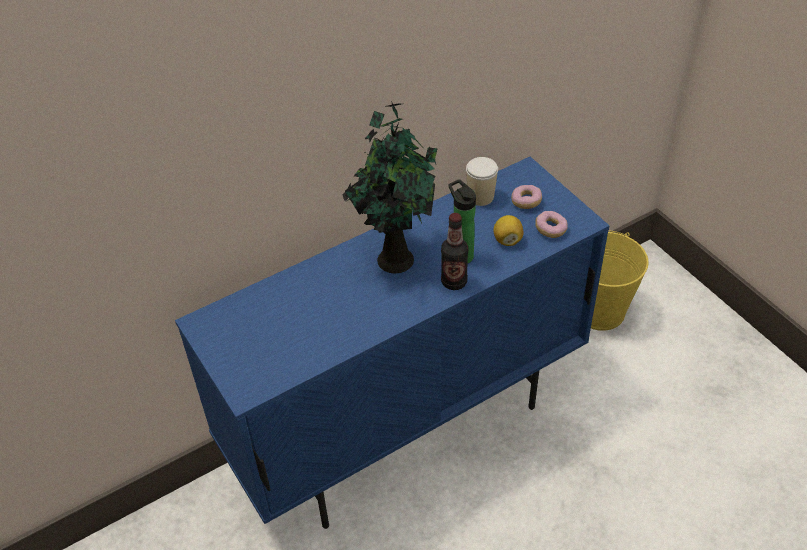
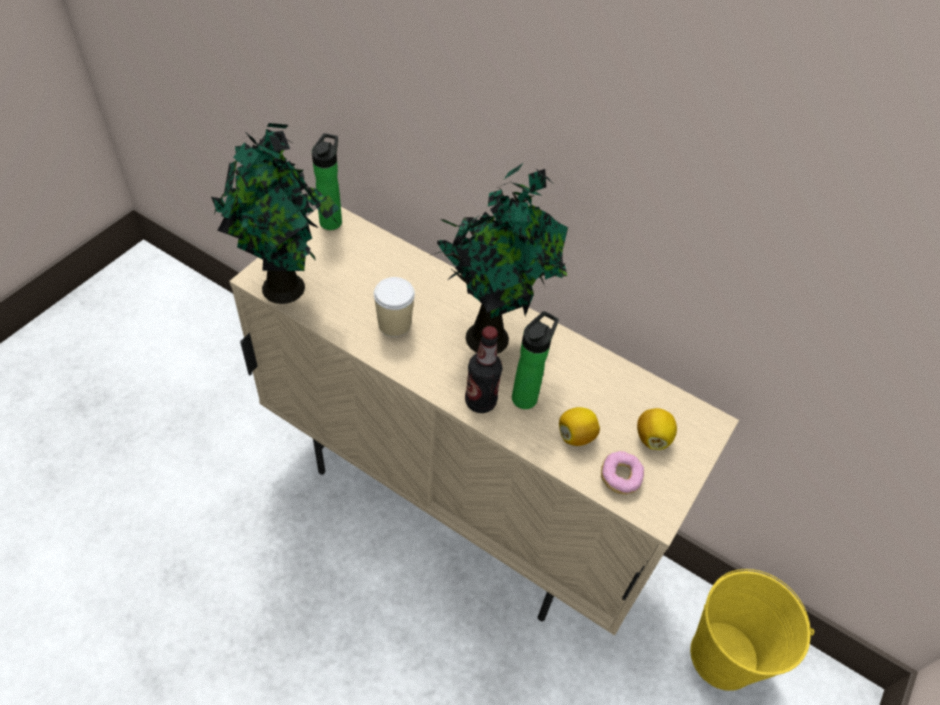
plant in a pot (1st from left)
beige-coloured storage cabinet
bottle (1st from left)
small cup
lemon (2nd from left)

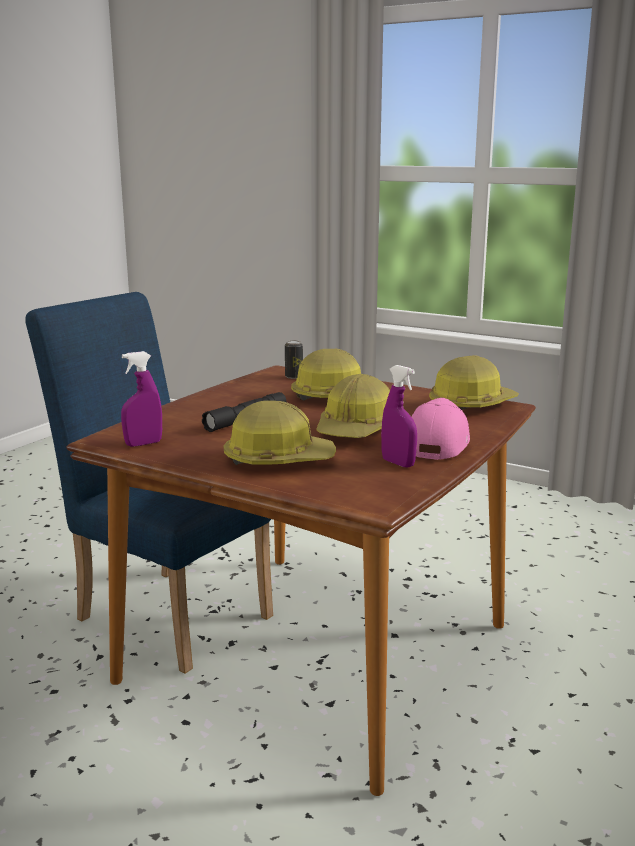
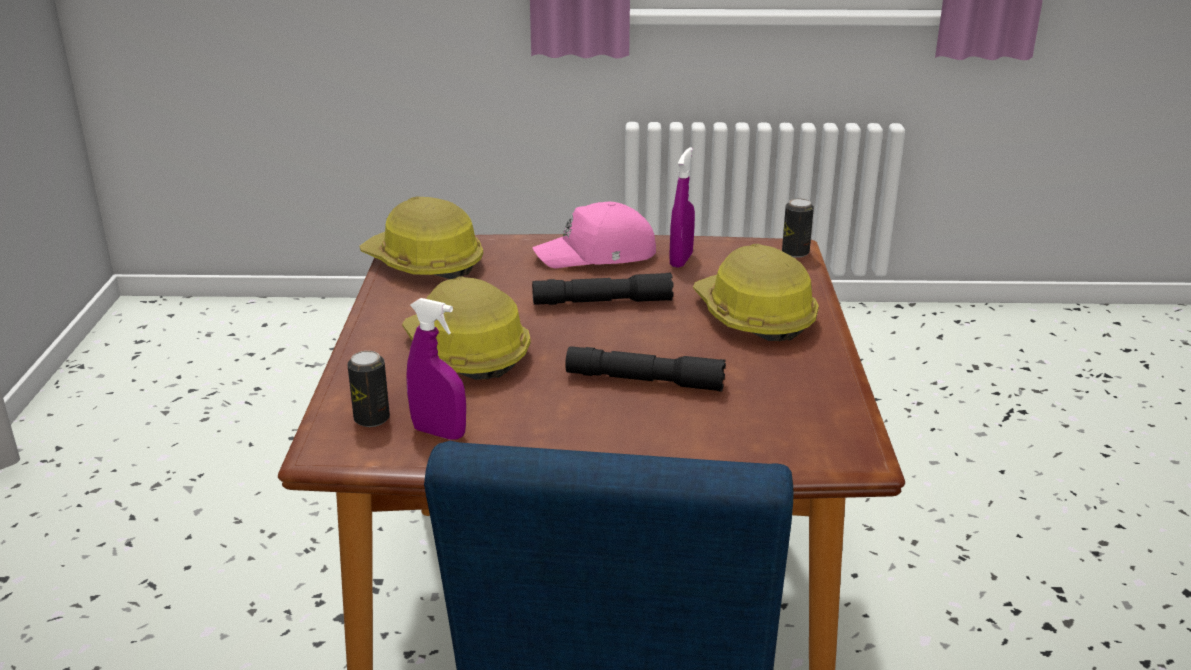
purple-coloured sprayer (1st from left)
black-coloured flashlight (1st from left)
metal can (2nd from left)

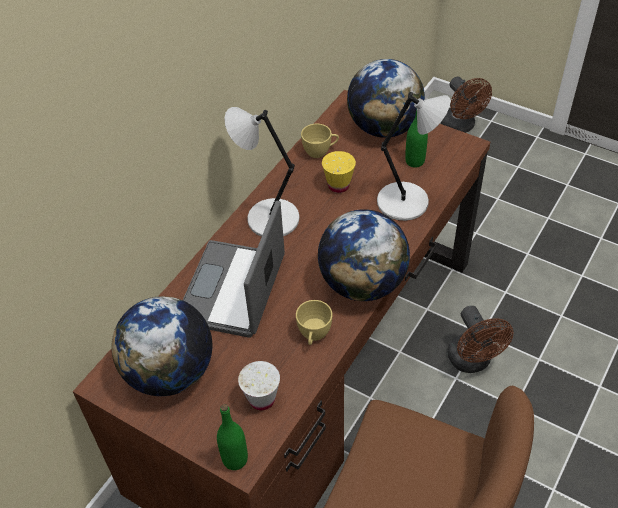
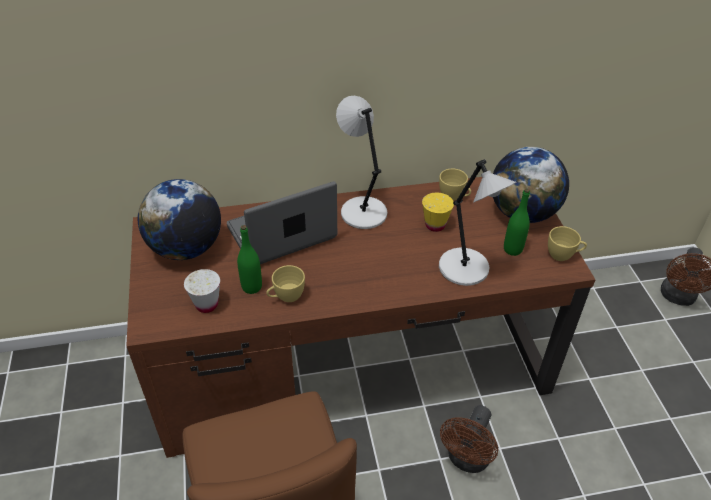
green bottle (1st from left)
yellowish small cup (4th from left)
globe (2nd from left in the first image)

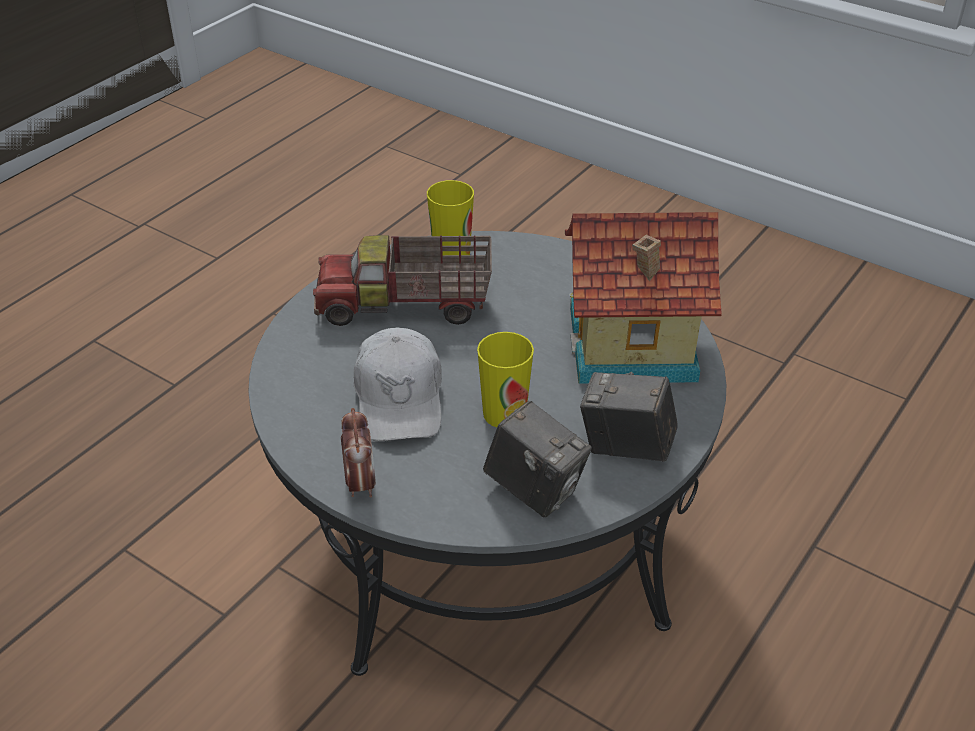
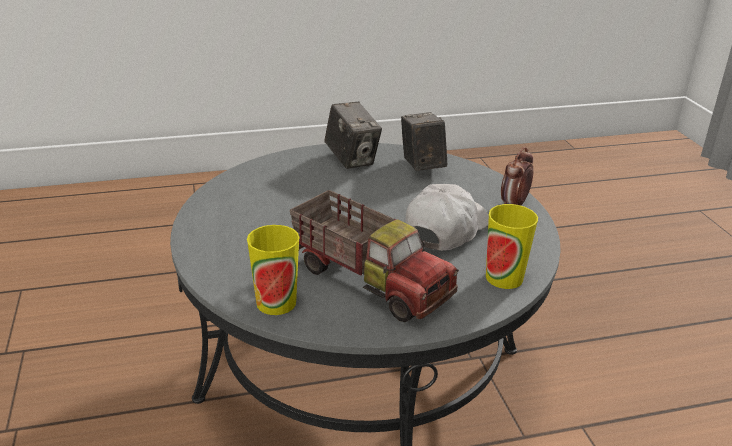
small cup (2nd from left)
toy house

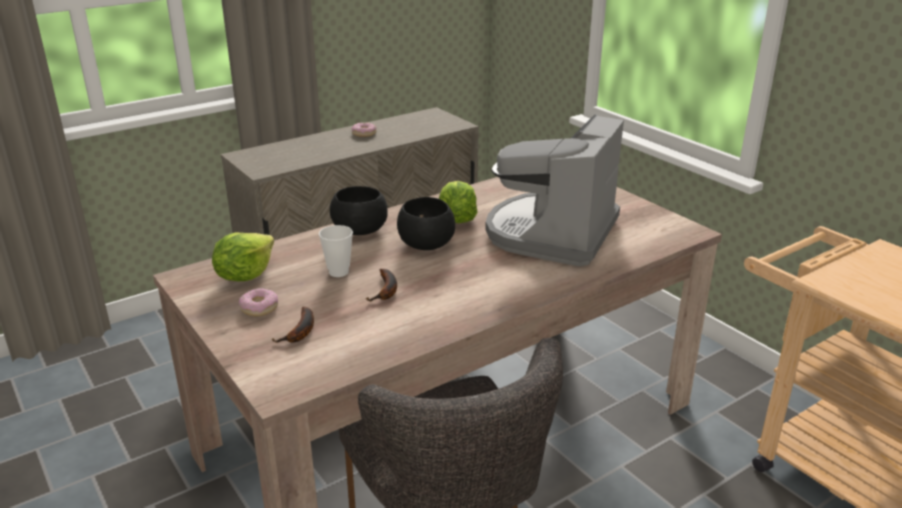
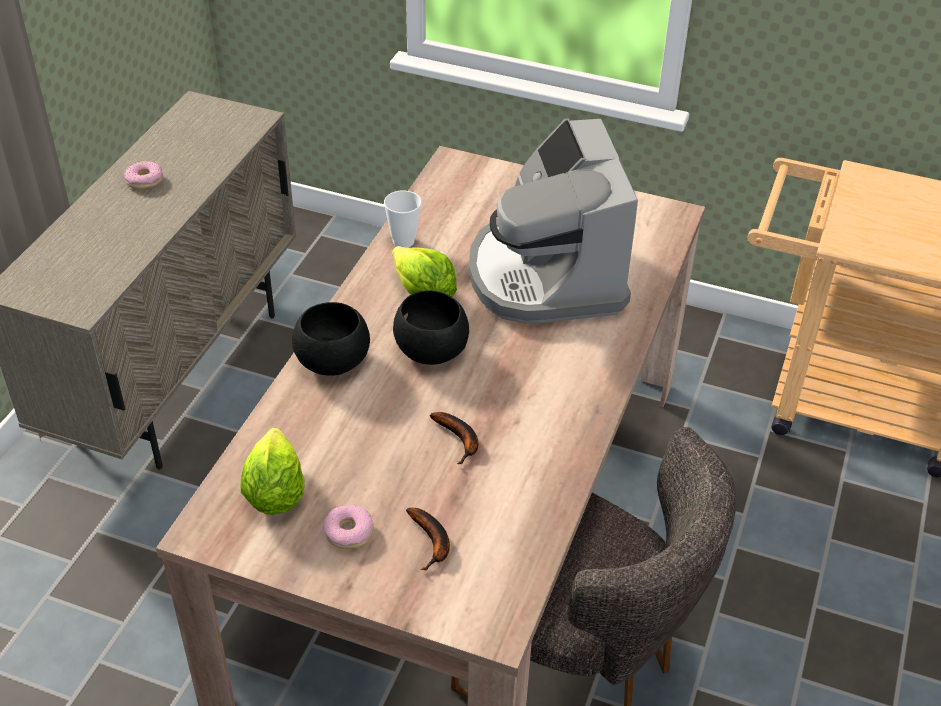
small cup

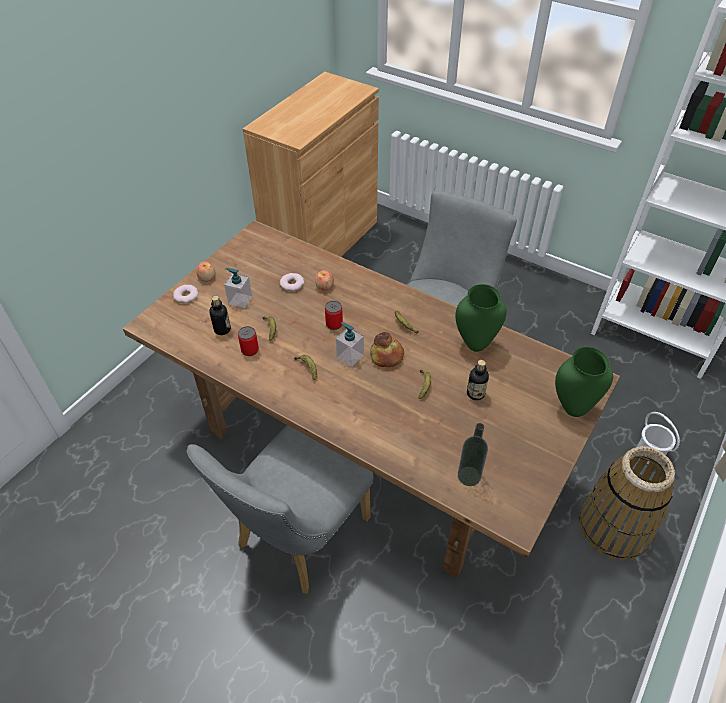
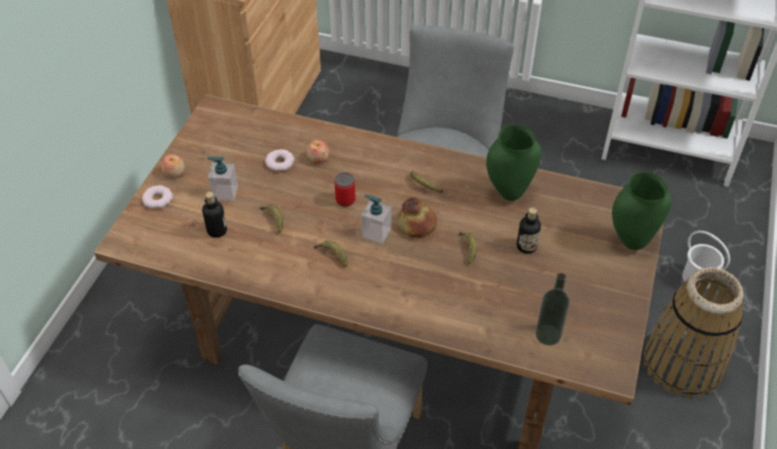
metal can (1st from left in the first image)

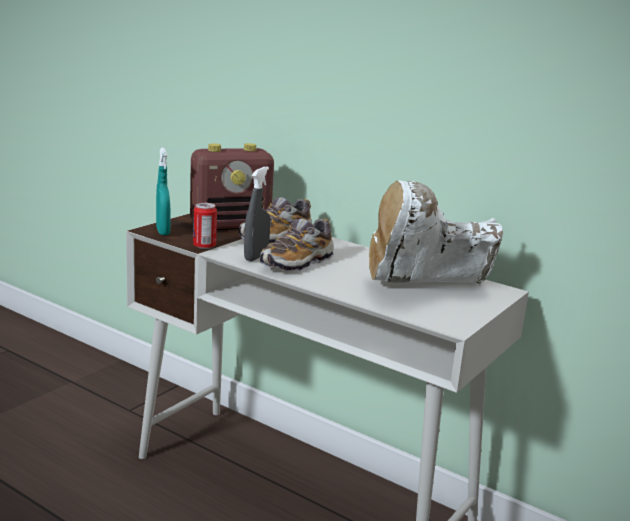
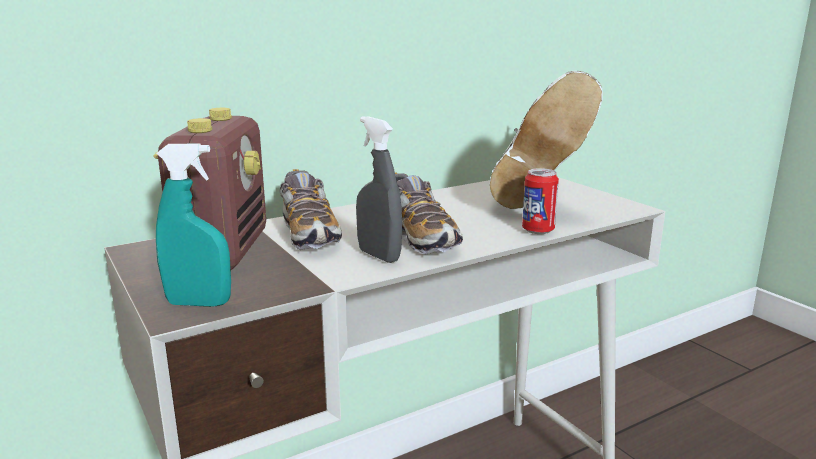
metal can

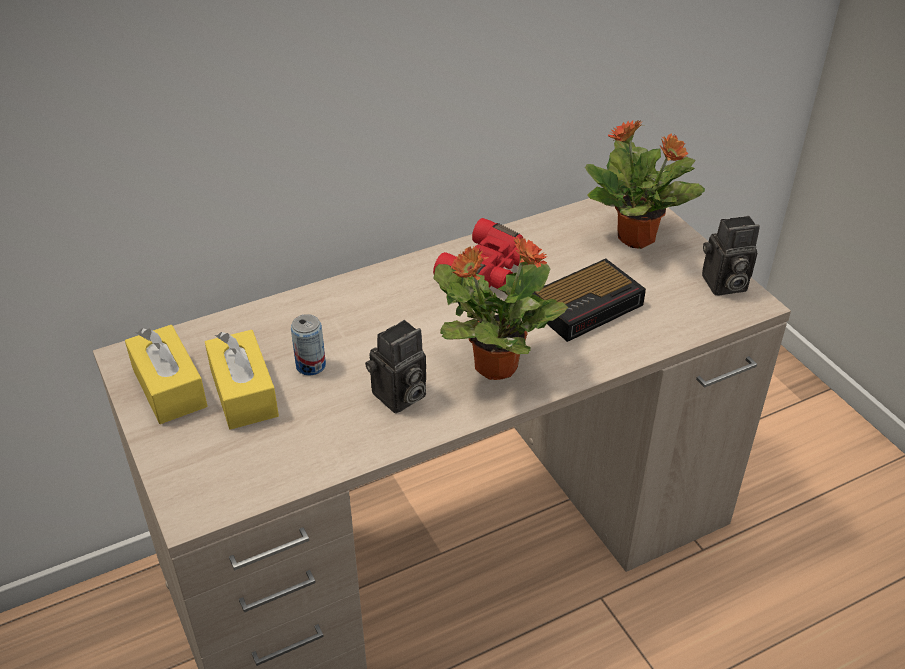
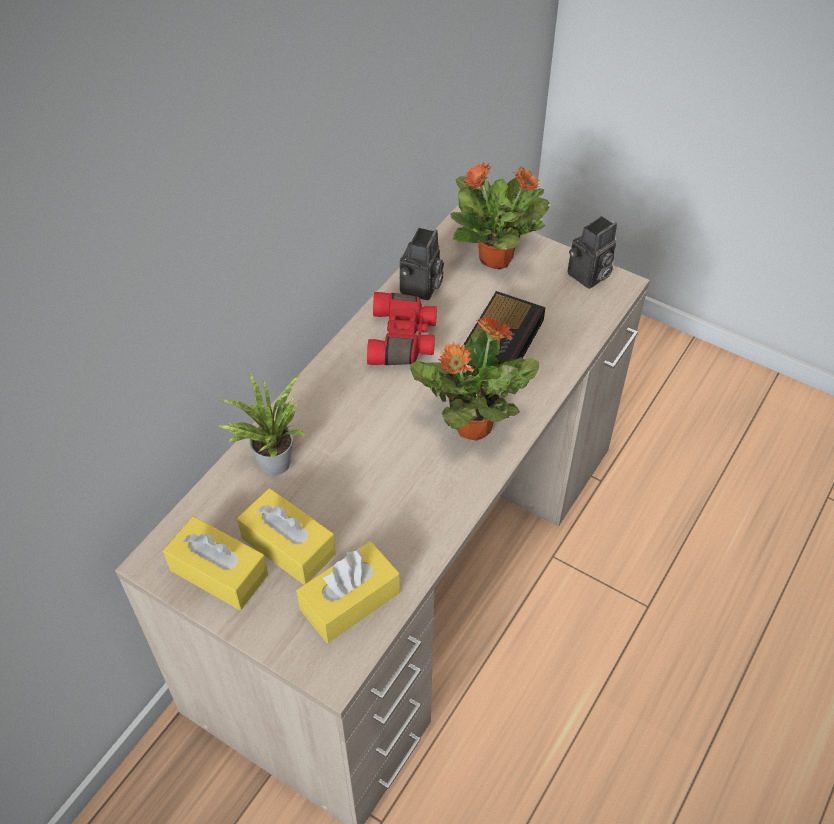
plant in a pot (1st from left)
yellowish tissue holder (3rd from left)
still camera (1st from left)
metal can

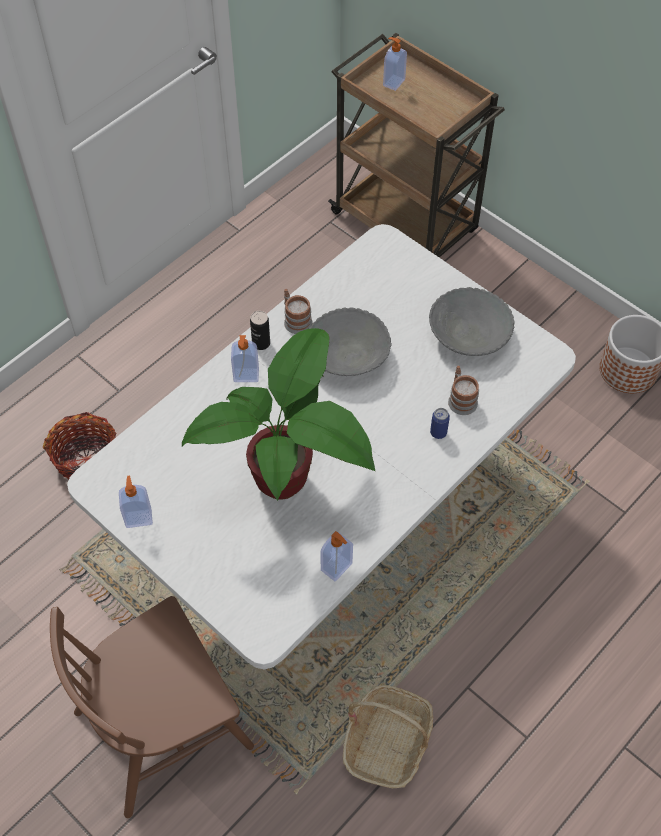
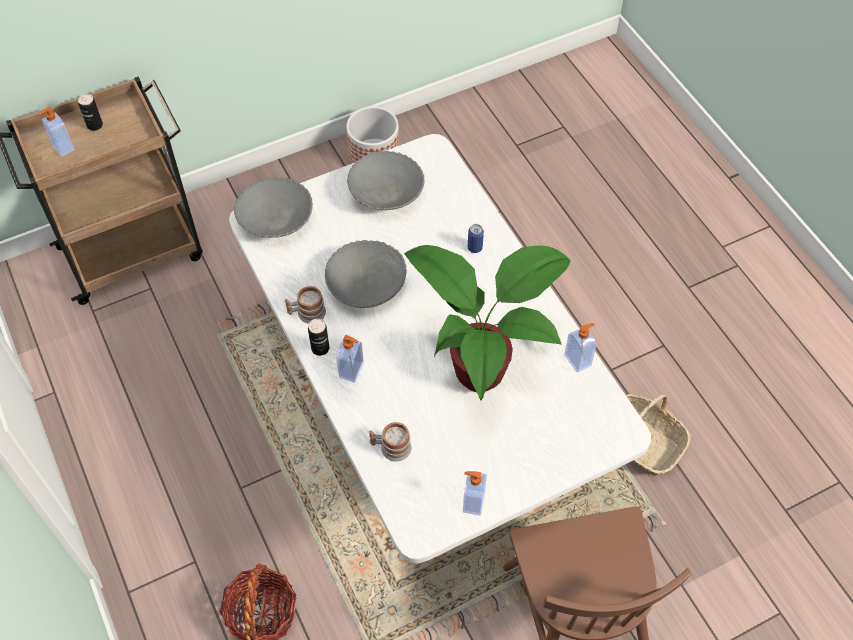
metal can (1st from left)
greyish bowl (1st from left)
coffee mug (2nd from left)

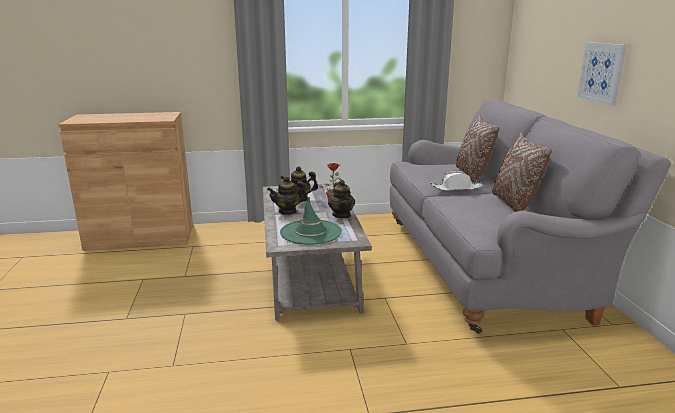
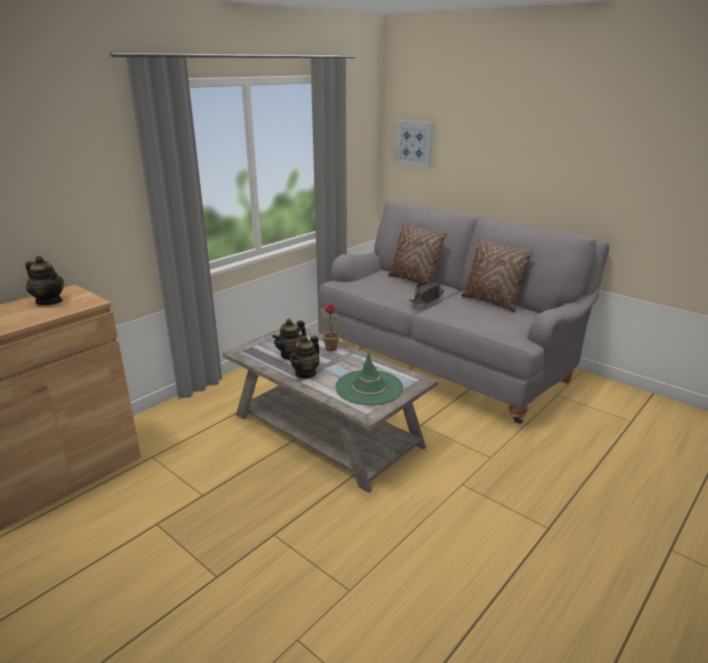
teapot (1st from left)
picture
black-coloured hat

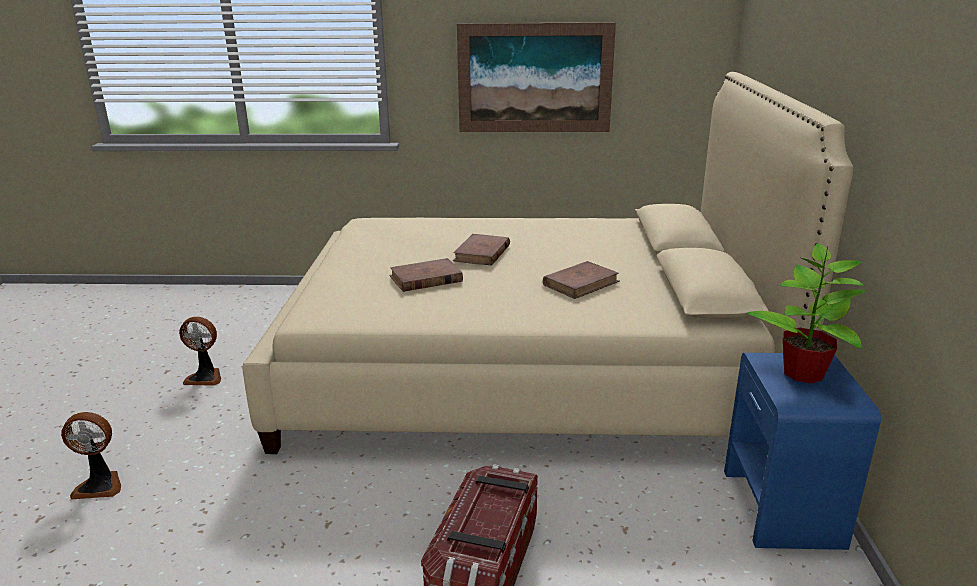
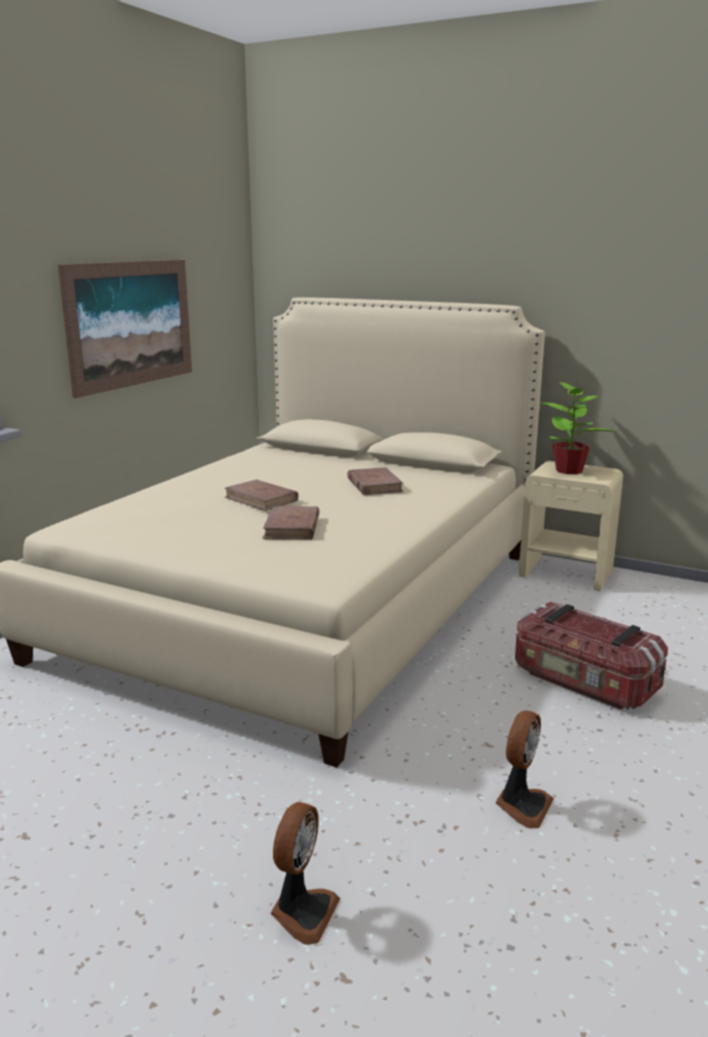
fan (2nd from left)
beige-coloured night table

